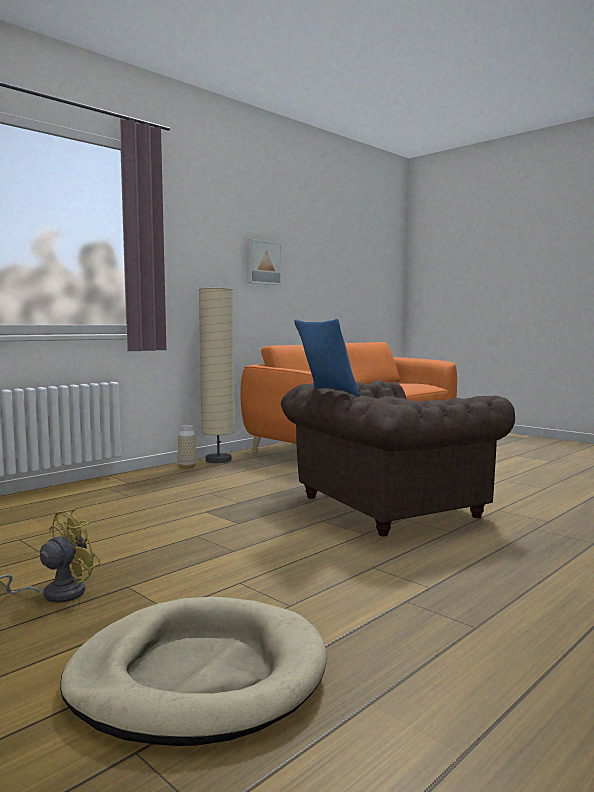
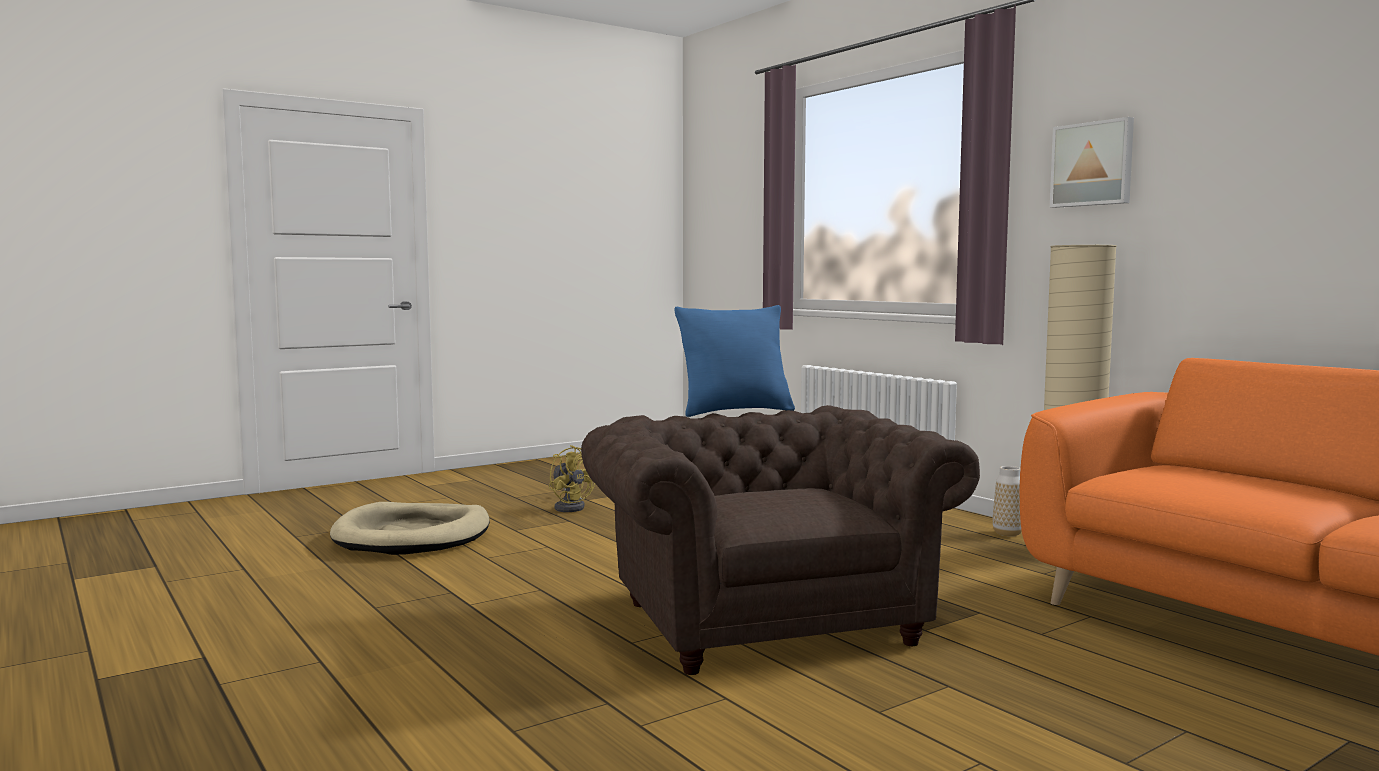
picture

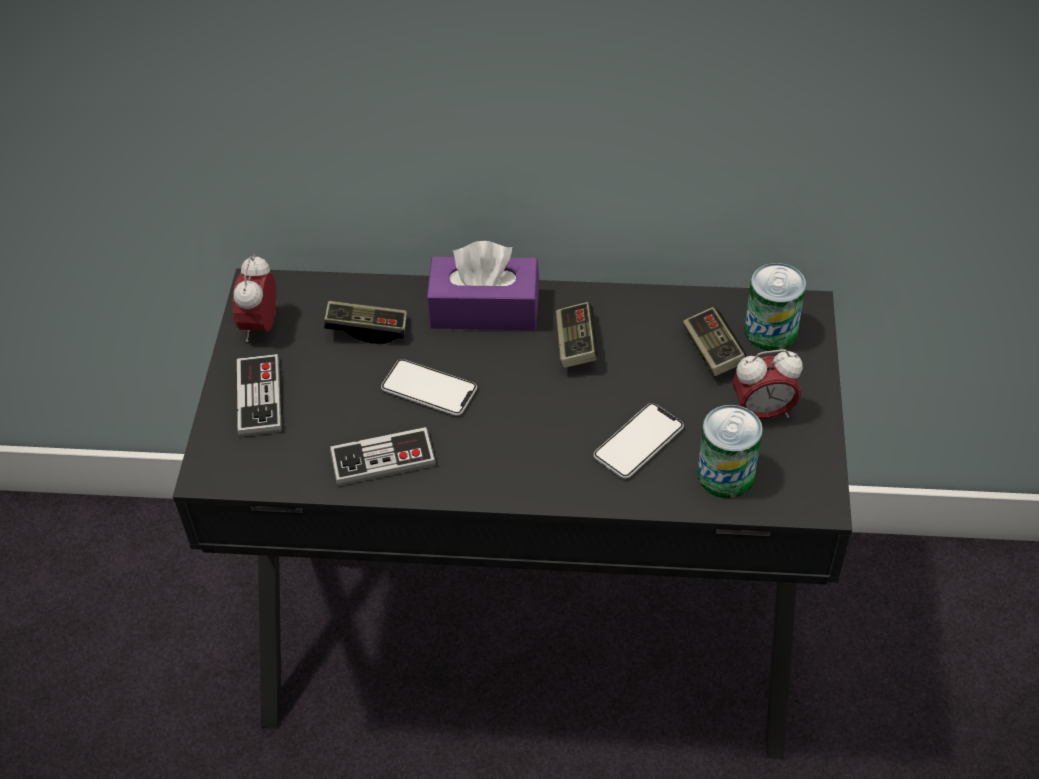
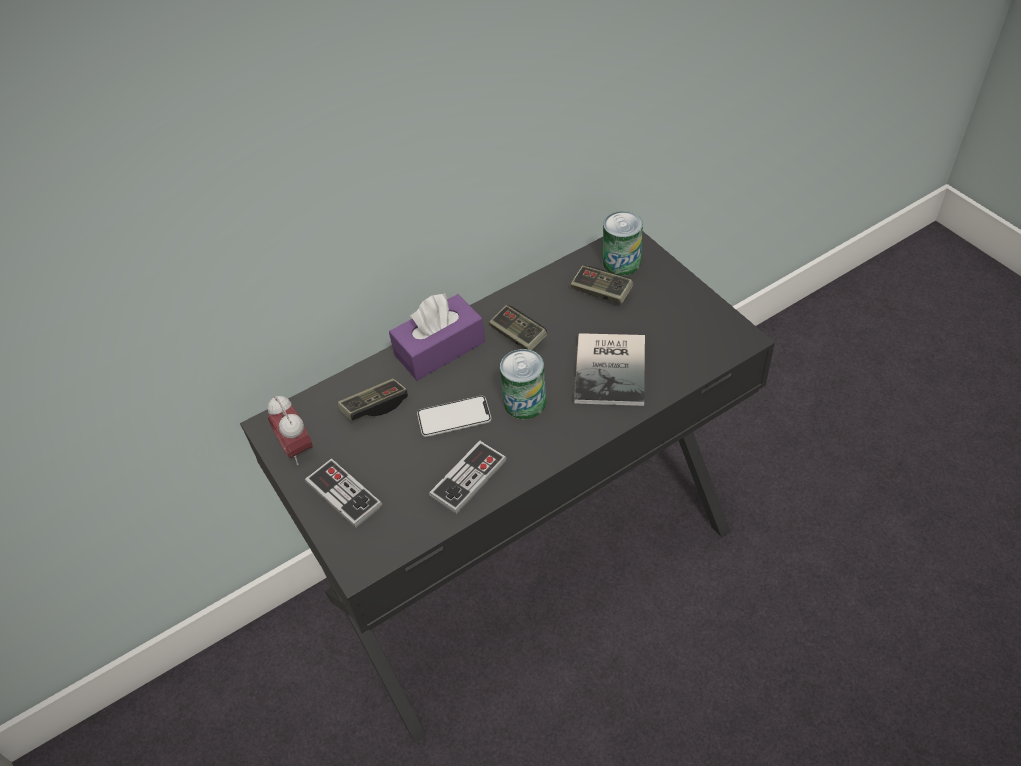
metal can (1st from left)
bound book
bedside clock (2nd from left in the first image)

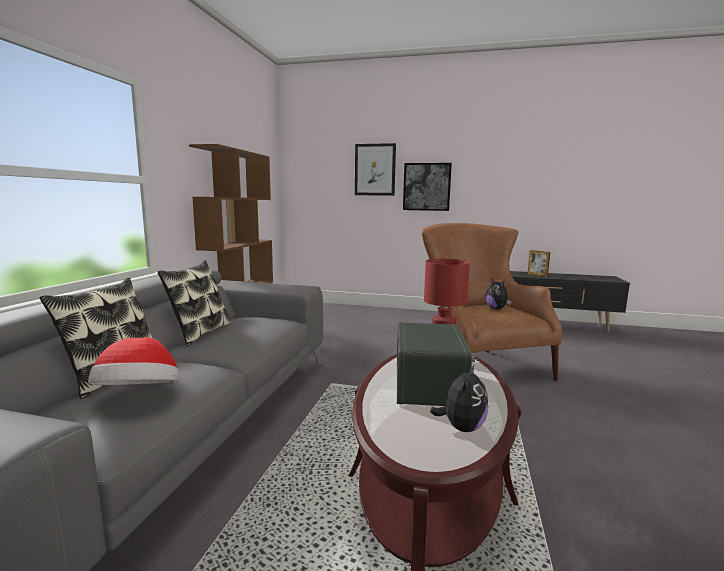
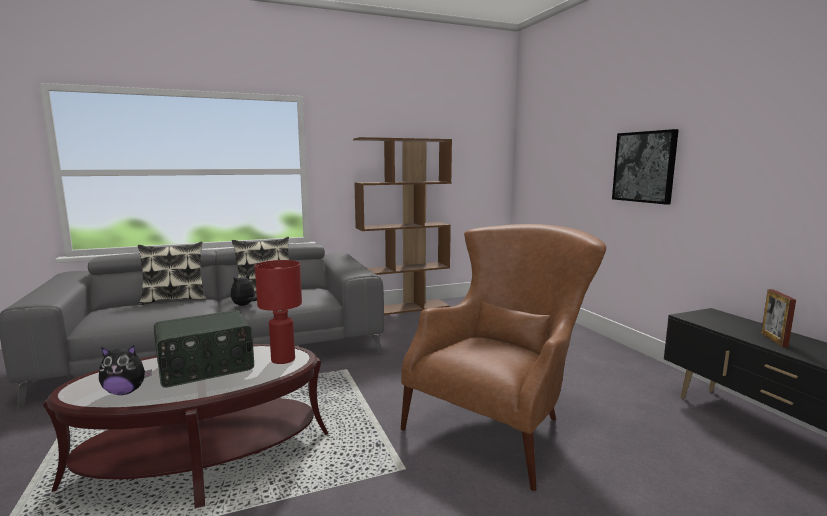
plush toy (2nd from left)
hat
picture (1st from left in the first image)

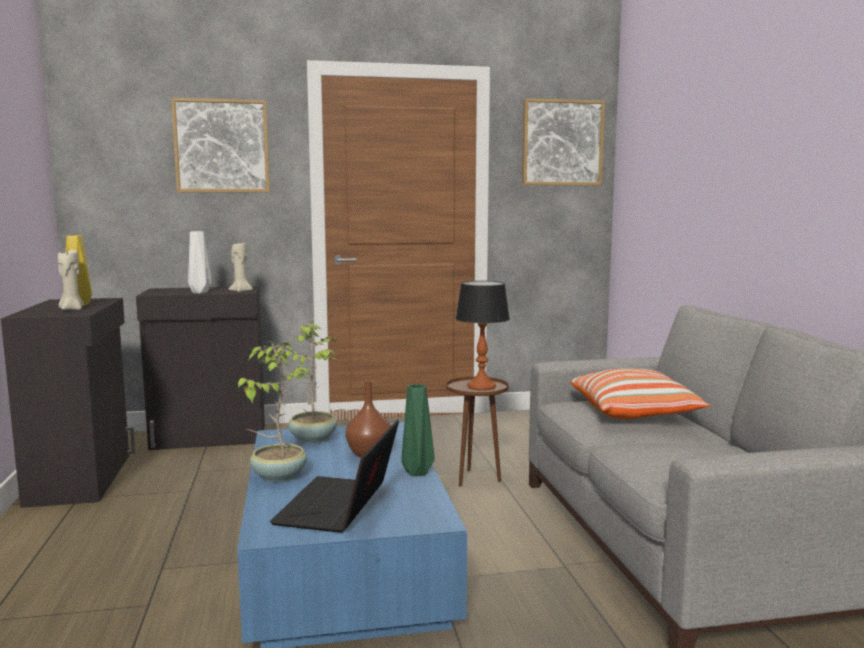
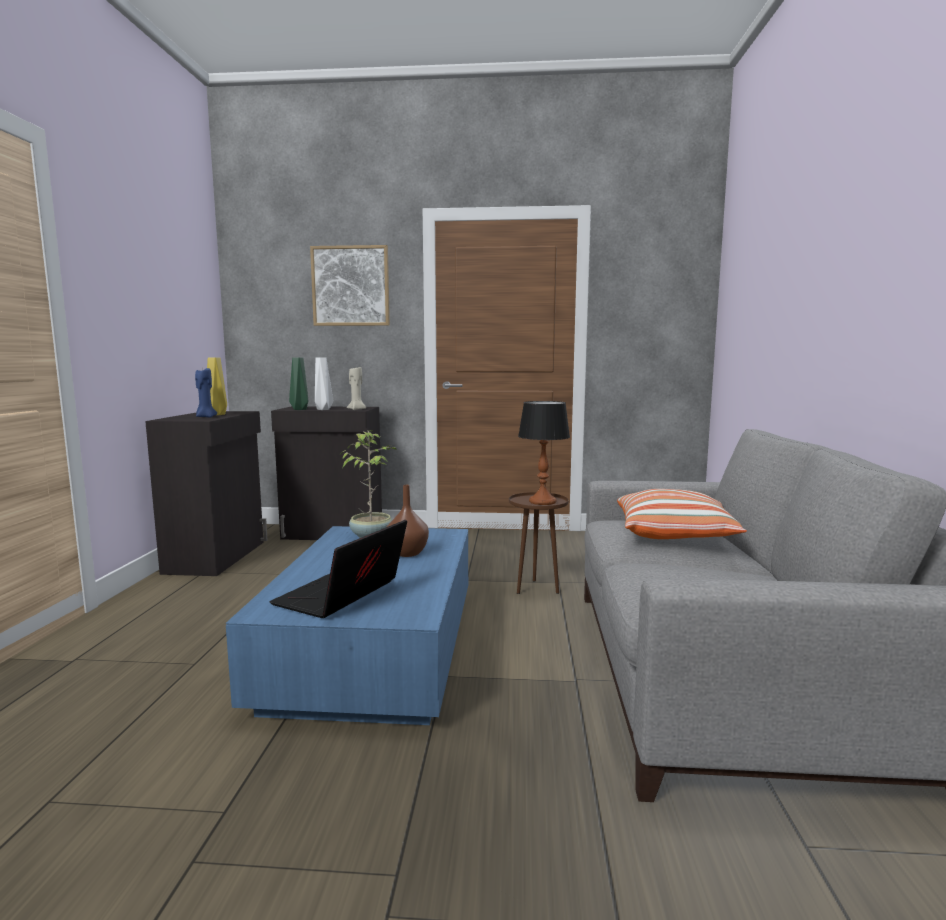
blue-coloured wax candle
green decorative vase
plant in a pot (1st from left in the first image)
picture (2nd from left in the first image)

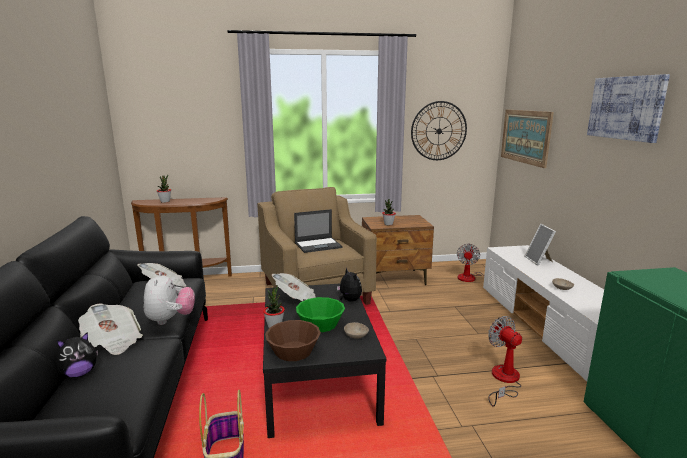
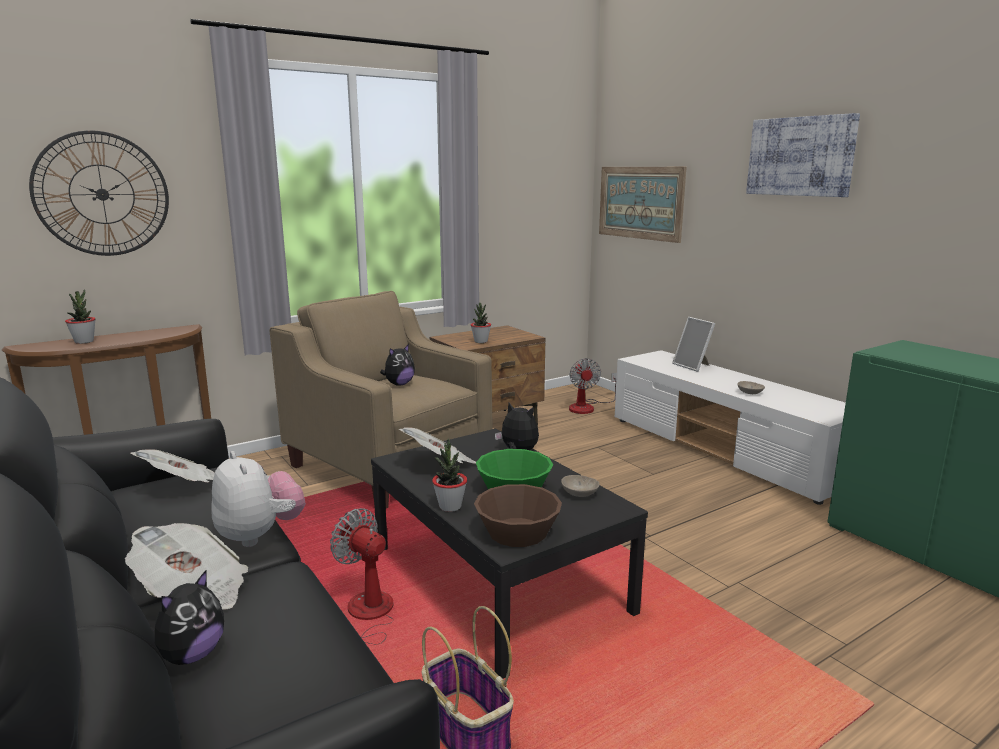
hanging clock
fan (1st from left)
plush toy (3rd from left)

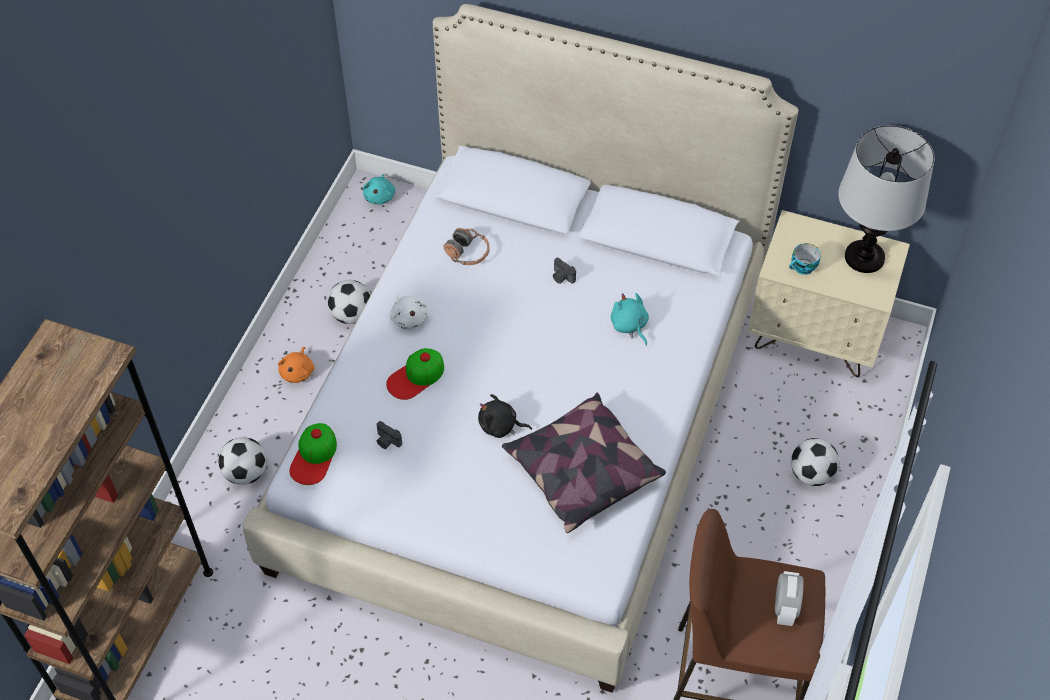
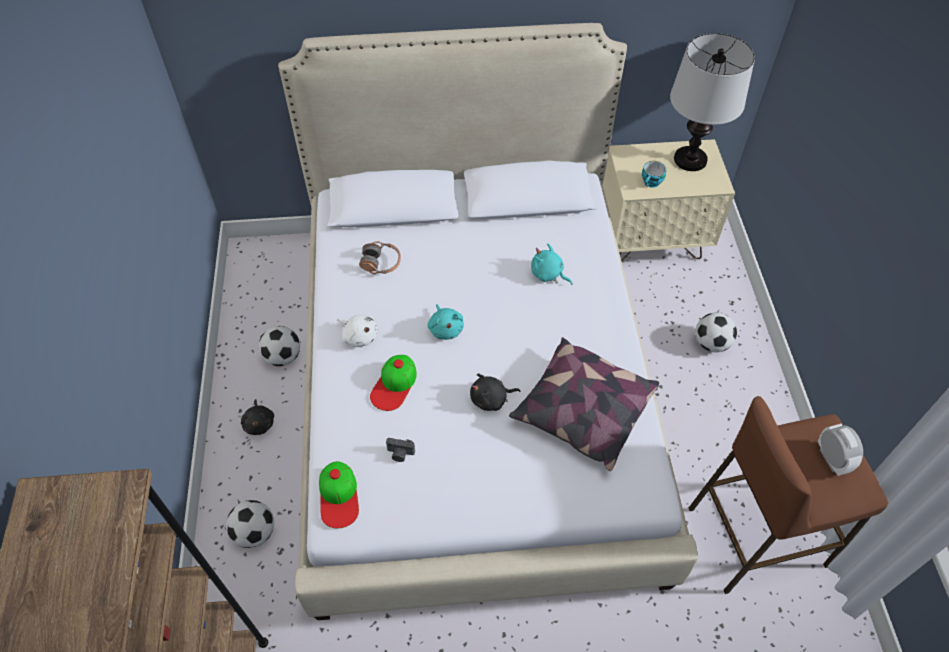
black-coloured plush toy (1st from left)
turquoise plush toy (1st from left)
still camera (2nd from left in the first image)

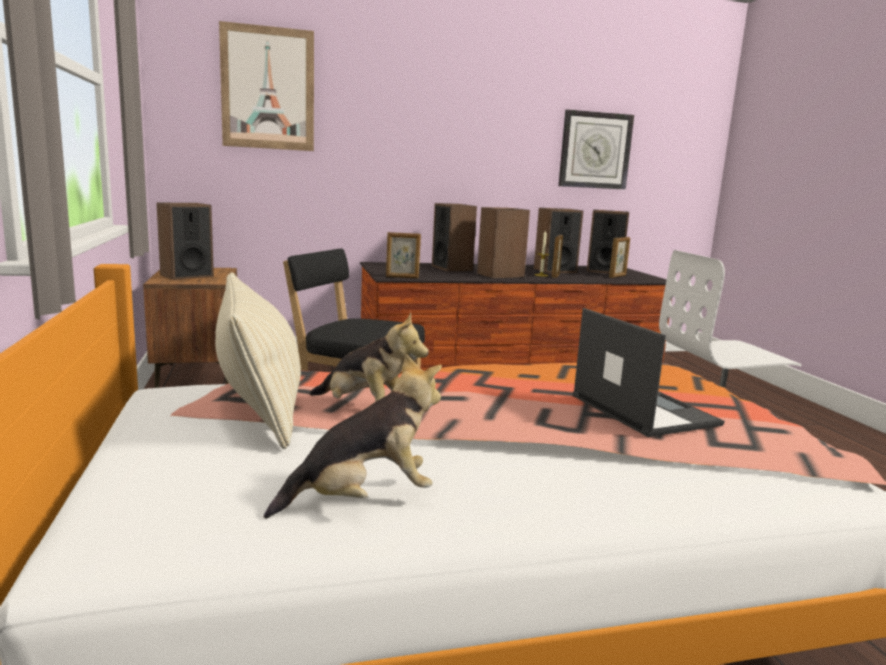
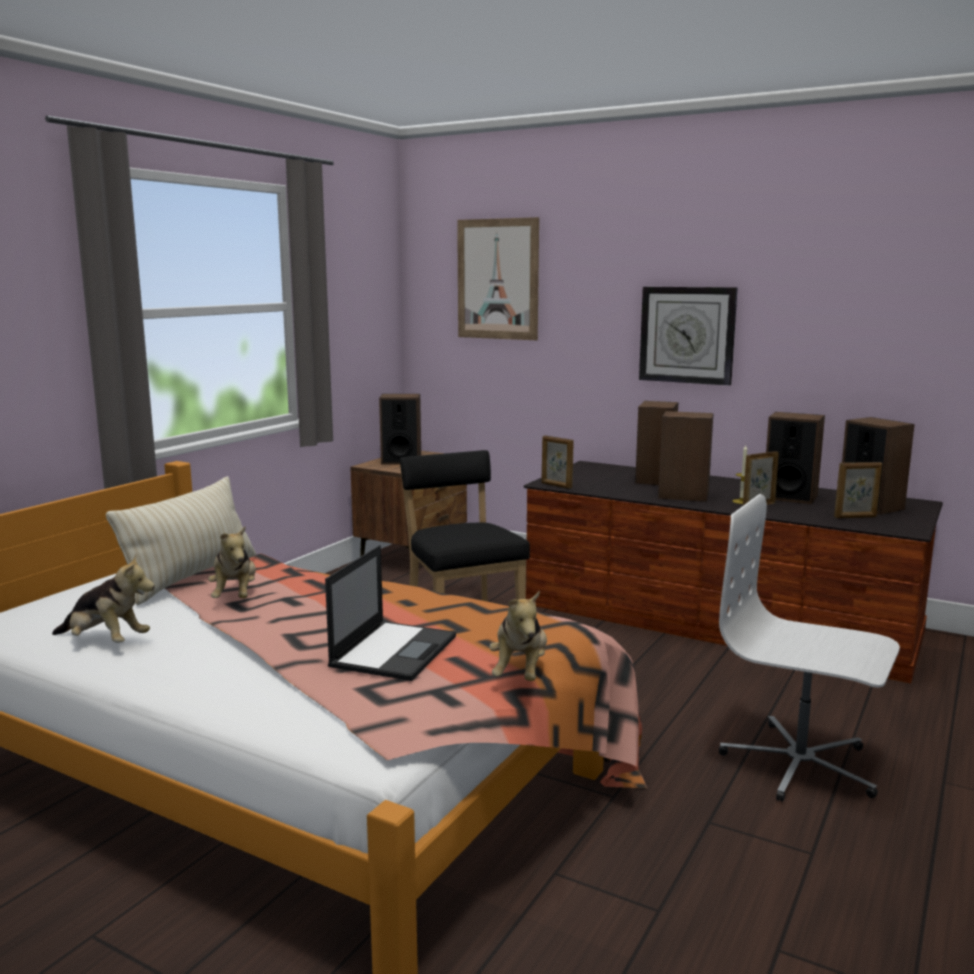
plush toy (3rd from left)
hanging clock

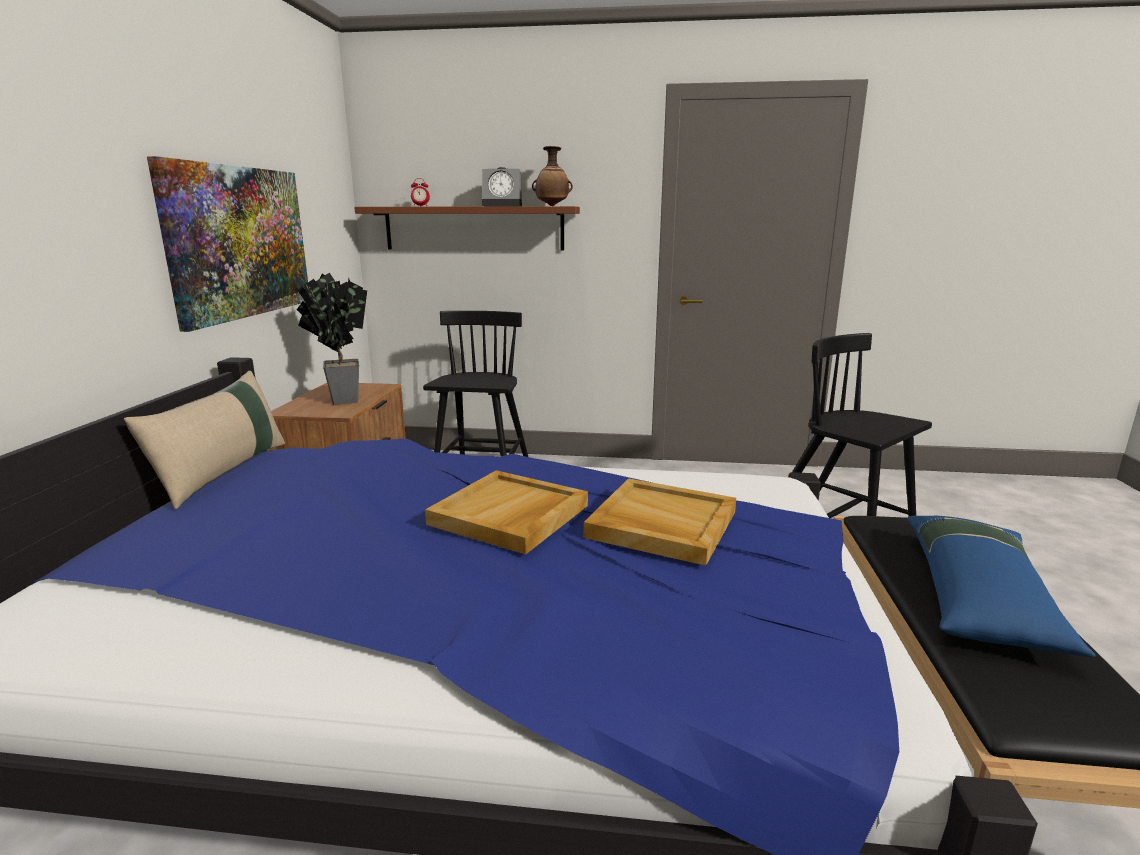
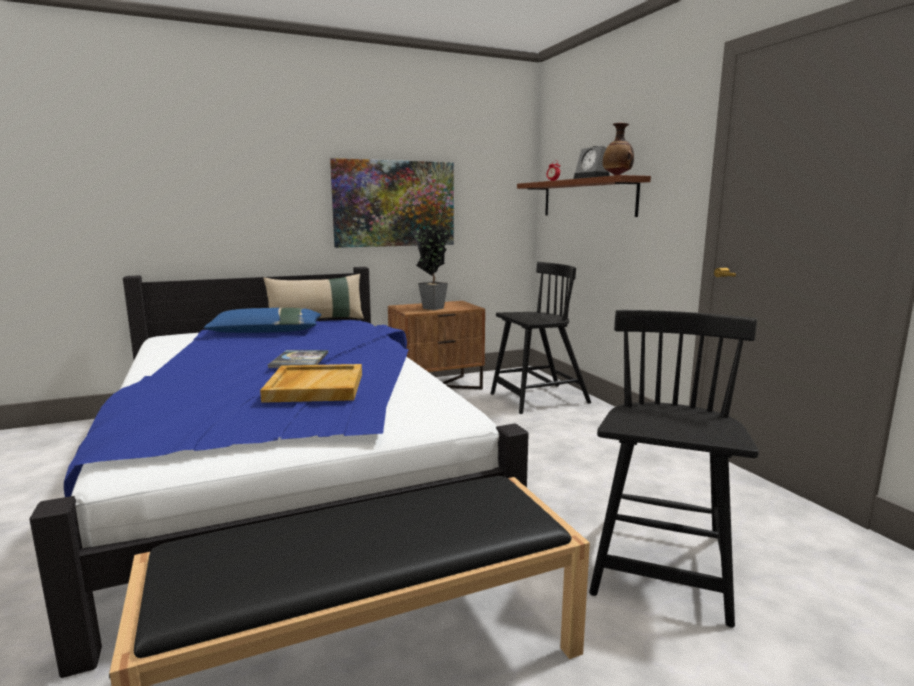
blue-coloured pillow
bound book

